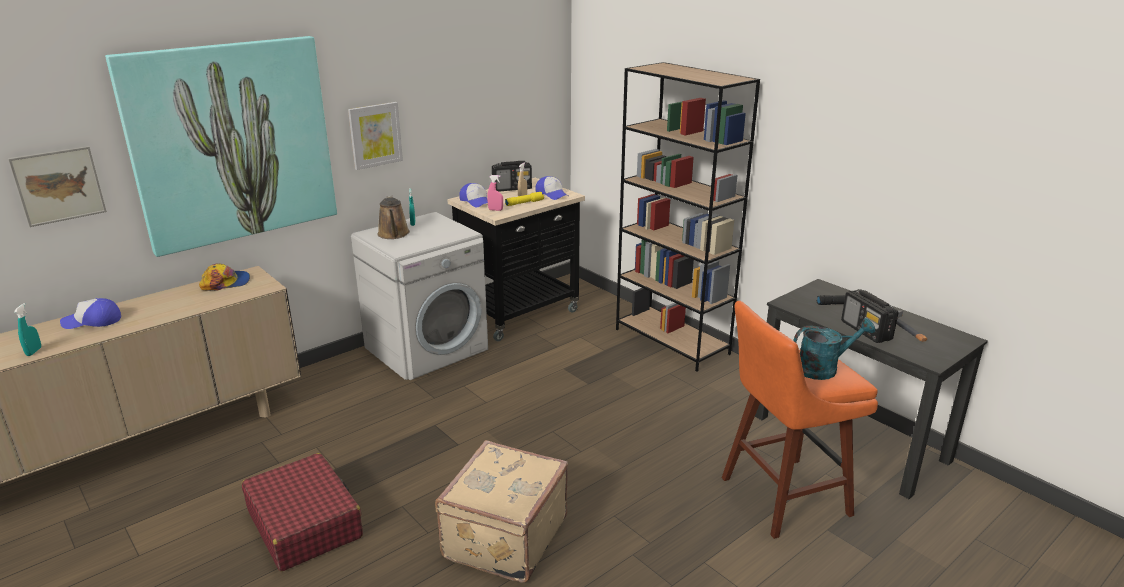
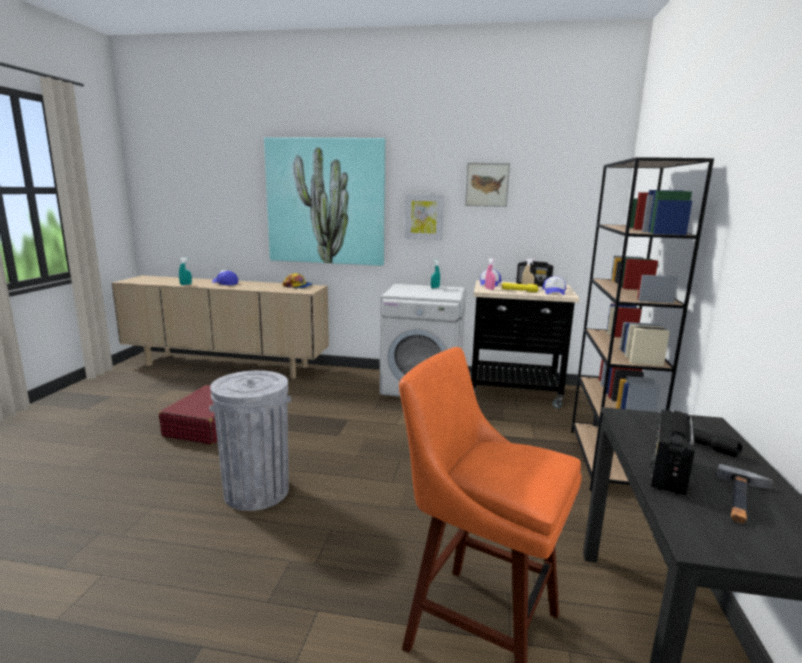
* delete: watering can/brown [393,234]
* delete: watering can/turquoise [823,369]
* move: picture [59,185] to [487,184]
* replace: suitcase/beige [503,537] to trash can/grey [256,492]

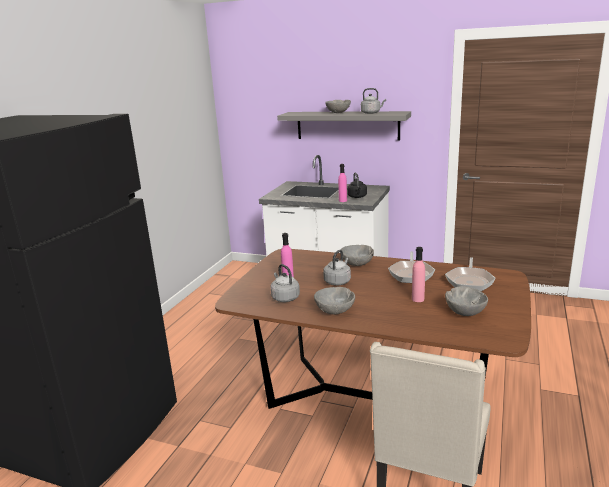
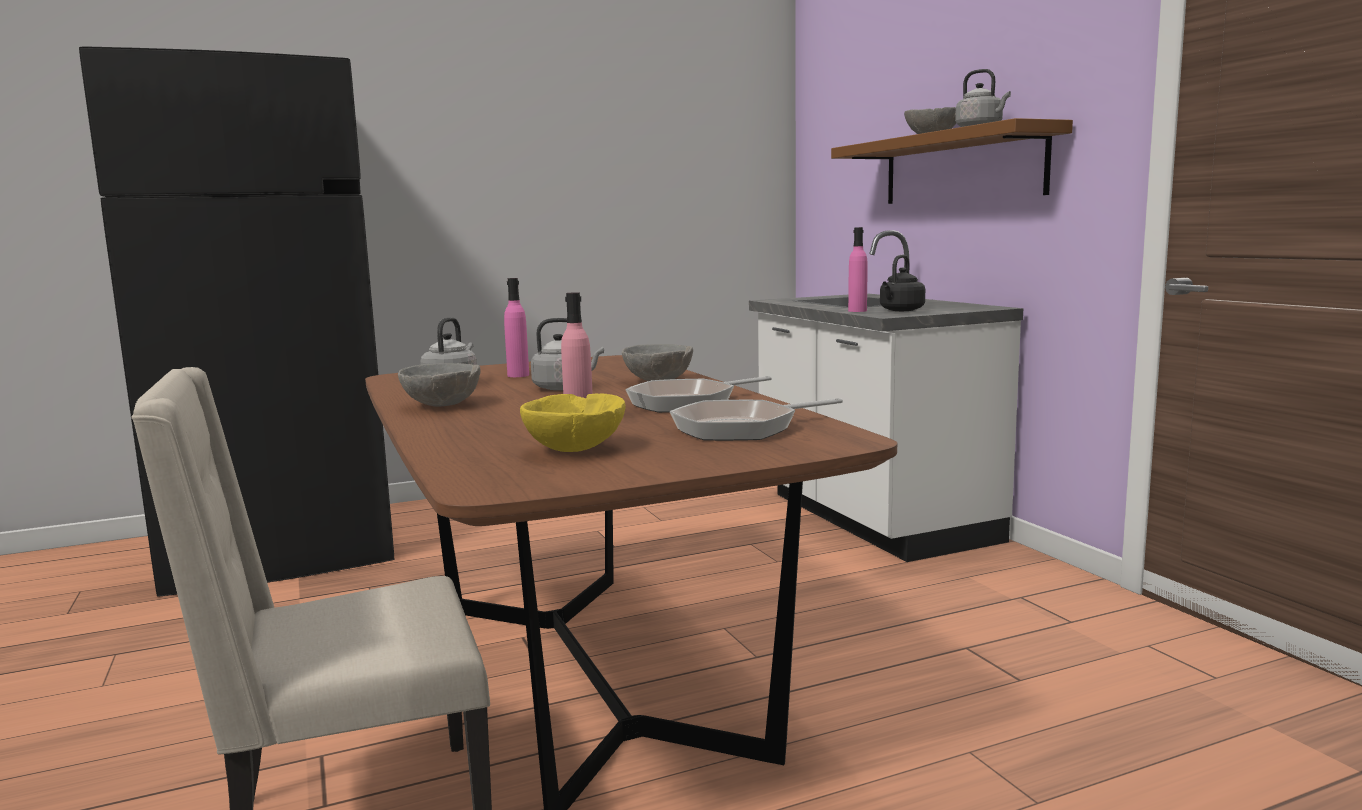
* recolor: shelf/grey [347,125] to shelf/brown [961,168]
* recolor: bowl/grey [464,312] to bowl/yellow [575,449]

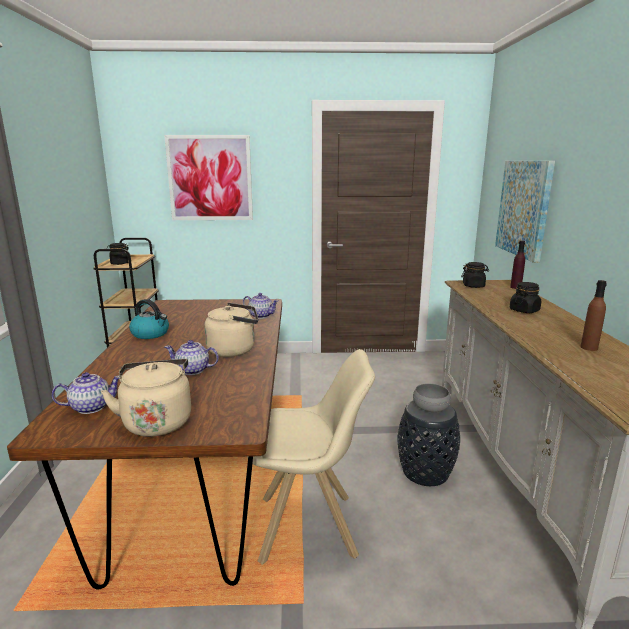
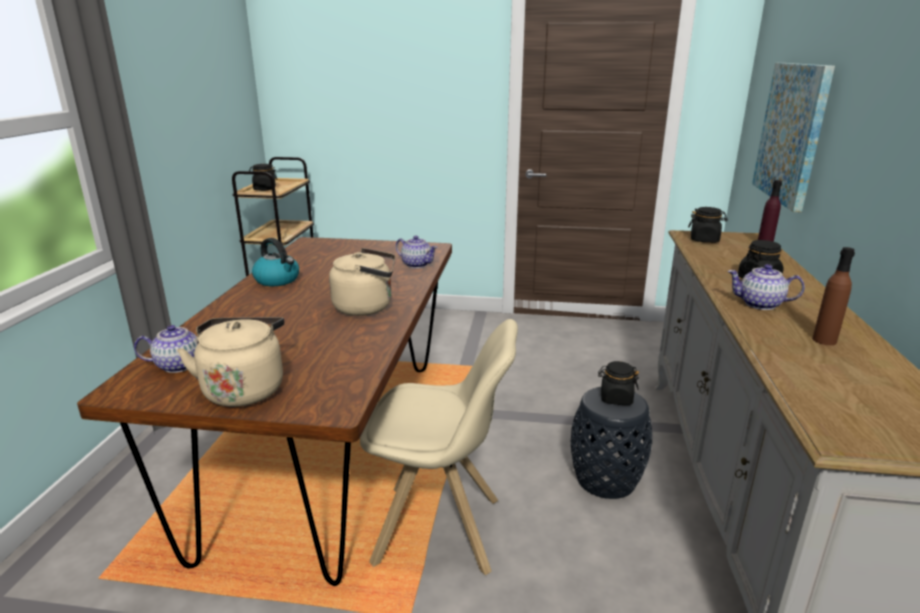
* delete: picture [210,178]
* move: teapot [193,370] to [760,304]
* replace: bowl/grey [430,407] to jar/black [616,398]

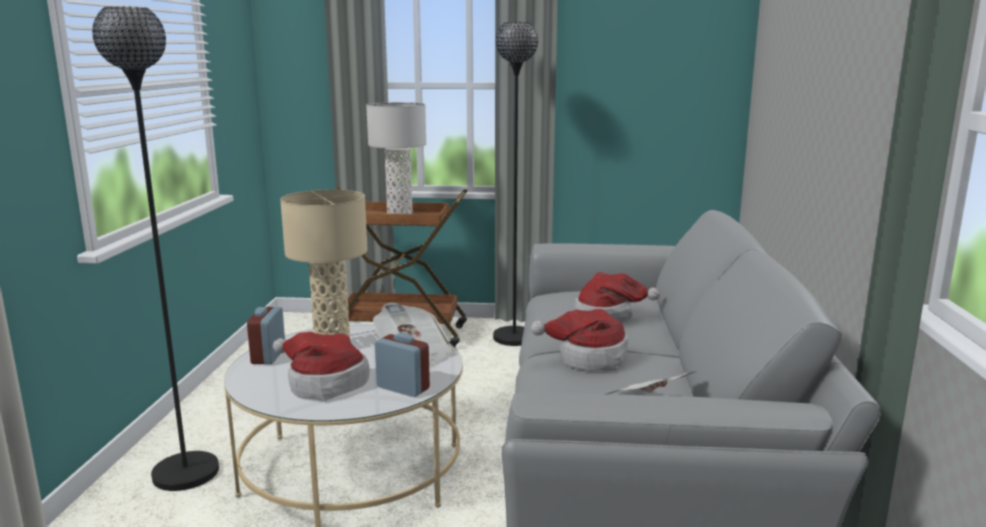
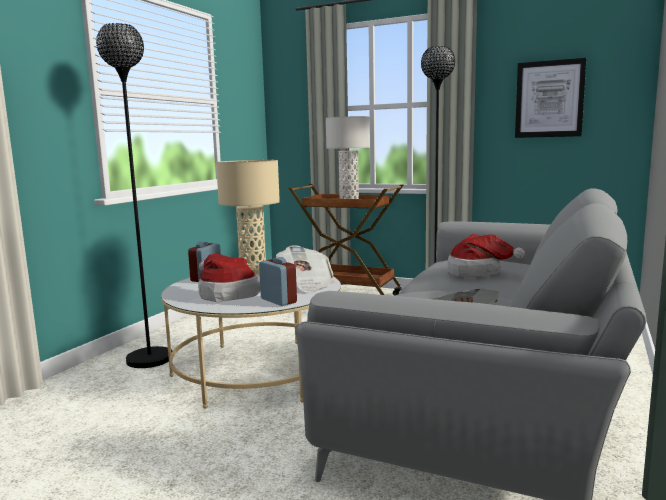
* delete: hat [588,358]
* insert: picture [549,99]

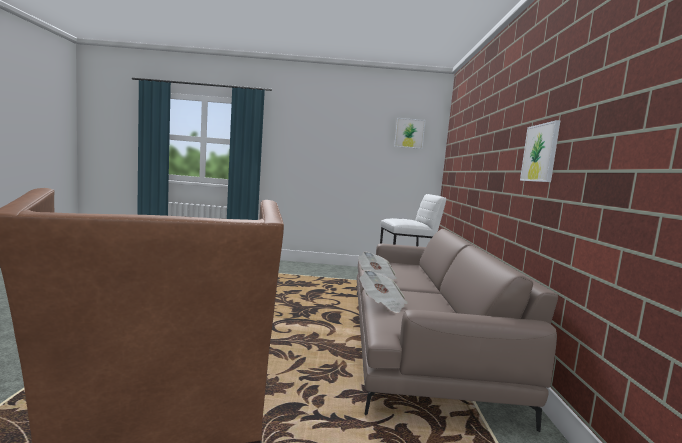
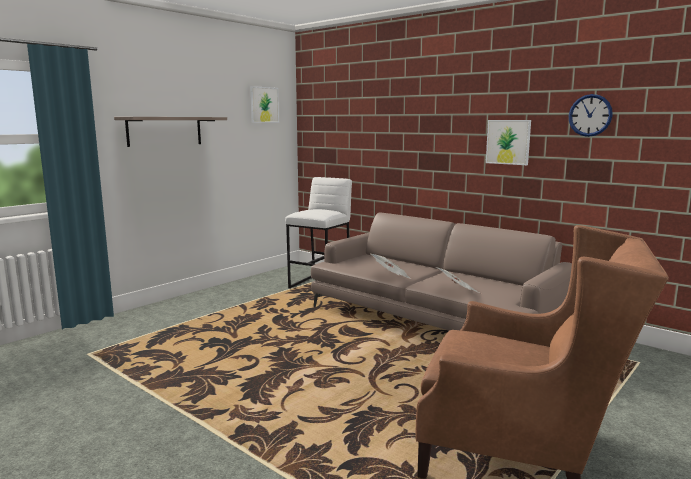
* insert: shelf [164,131]
* insert: wall clock [590,115]

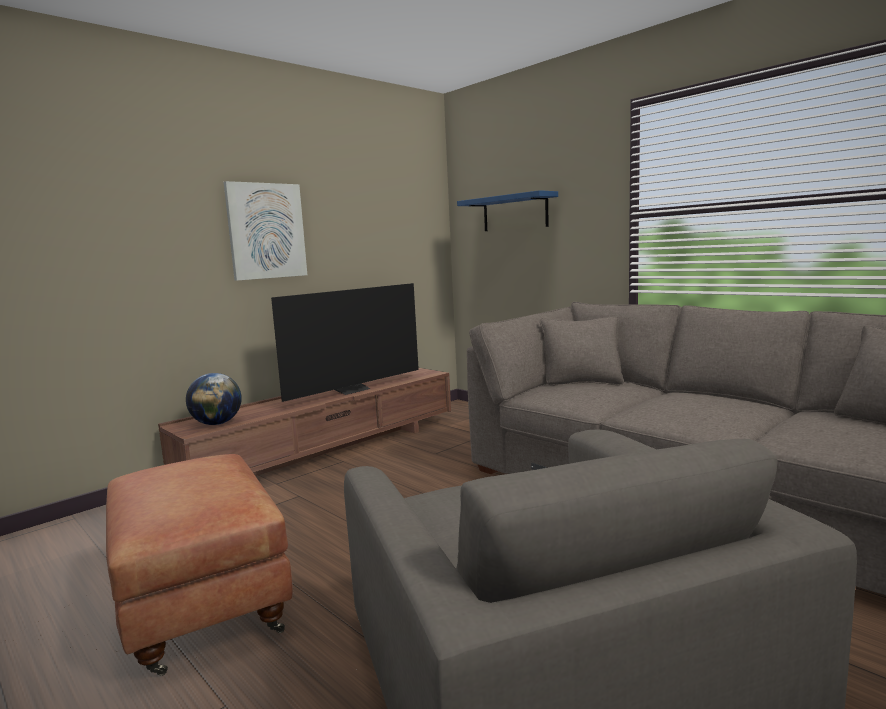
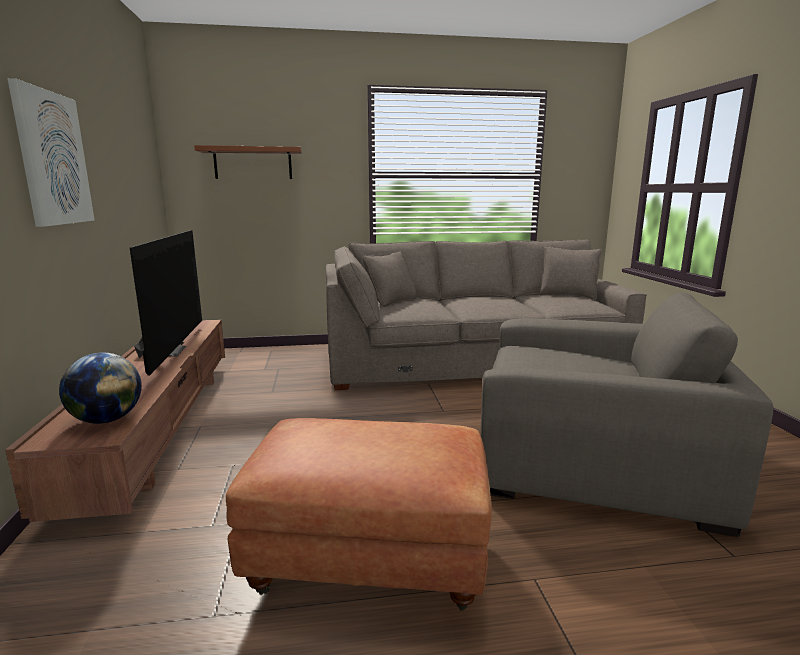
* recolor: shelf/blue [515,213] to shelf/brown [253,163]

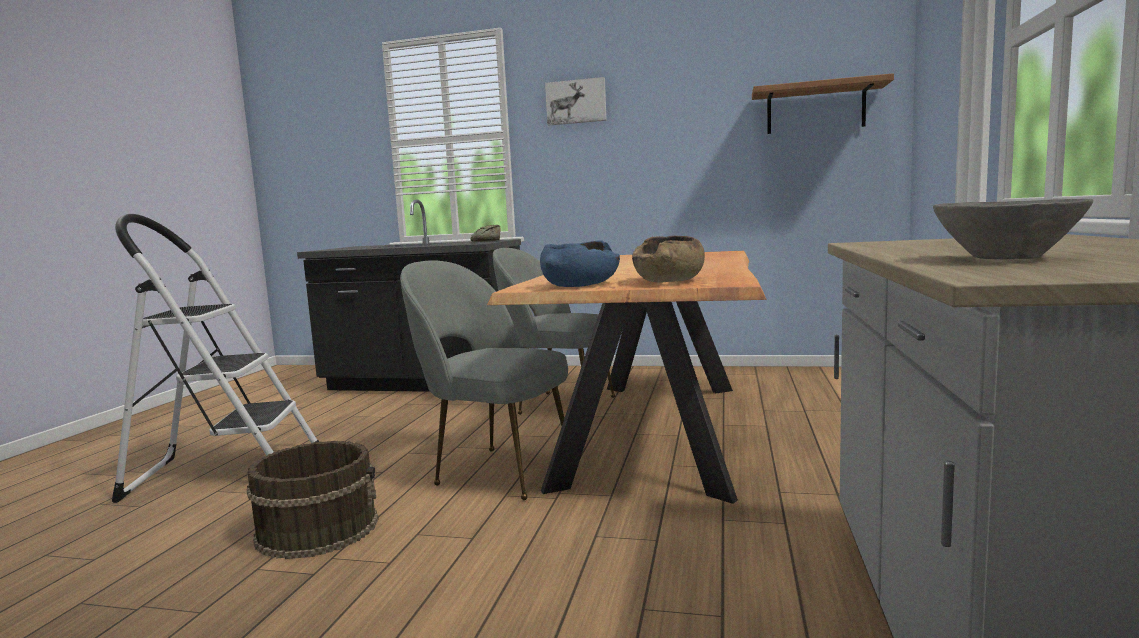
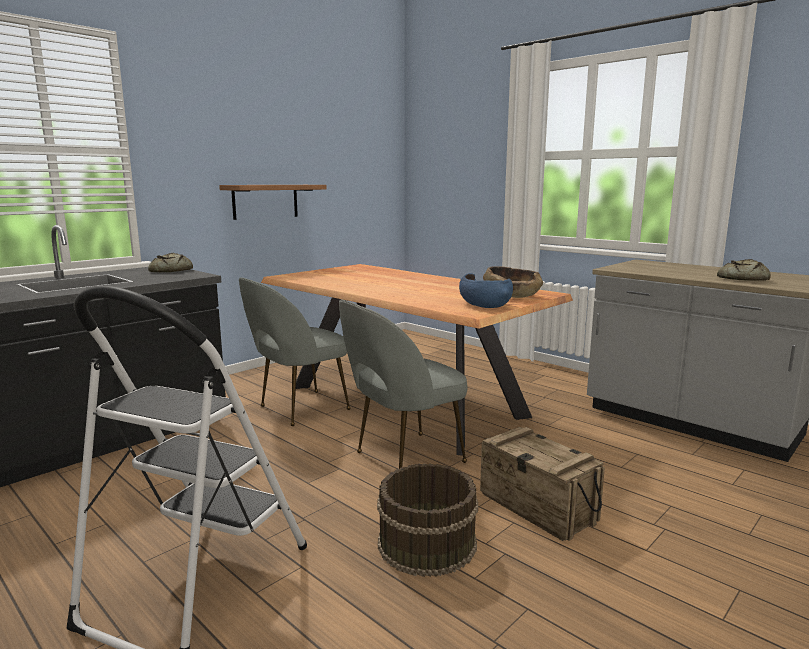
* delete: picture [576,102]
* insert: crate [537,507]
* move: shelf [815,109] to [265,201]
* replace: bowl/grey [1006,258] to bread [741,279]

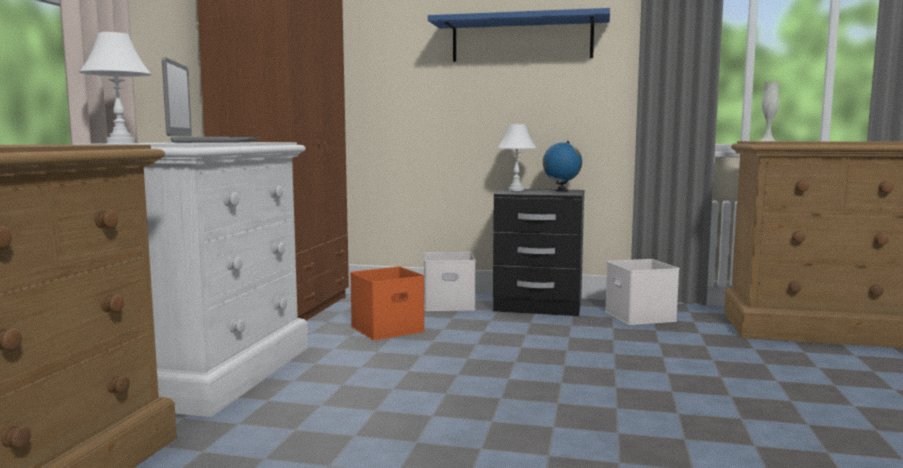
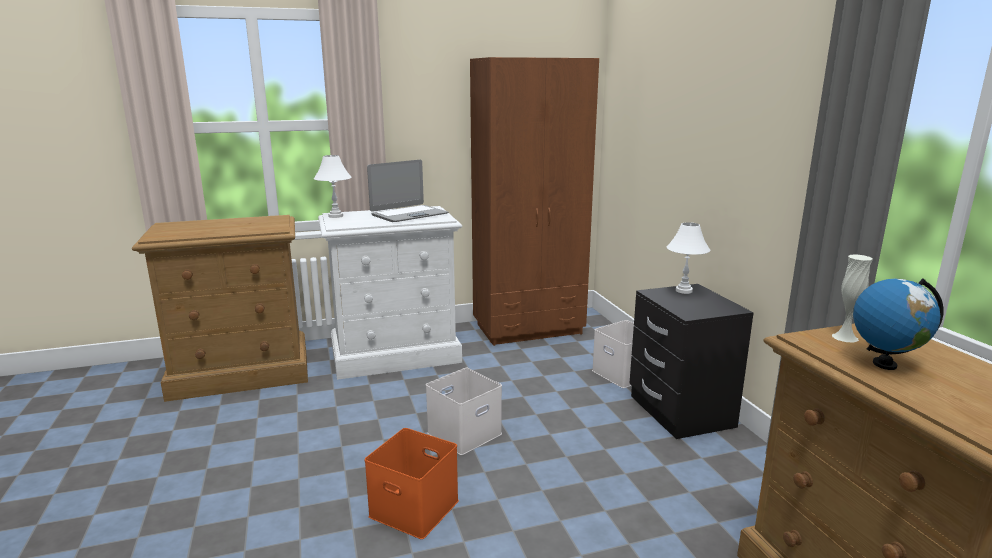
* delete: shelf/blue [521,40]
* move: storage box/orange [388,328] to [416,508]
* move: globe [561,191] to [884,364]
* move: storage box/white [641,316] to [464,434]

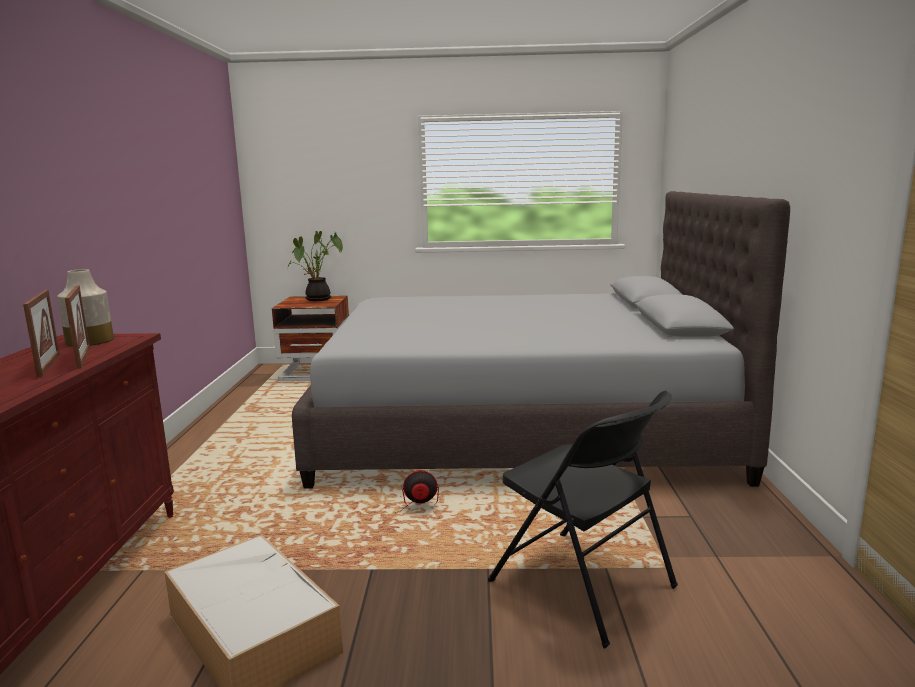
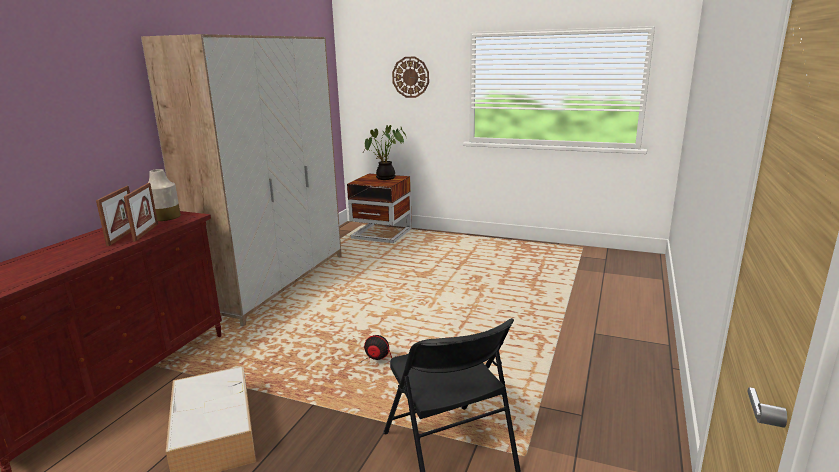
* delete: bed/grey [519,428]
* insert: wardrobe/white [275,283]
* insert: wall clock [410,77]

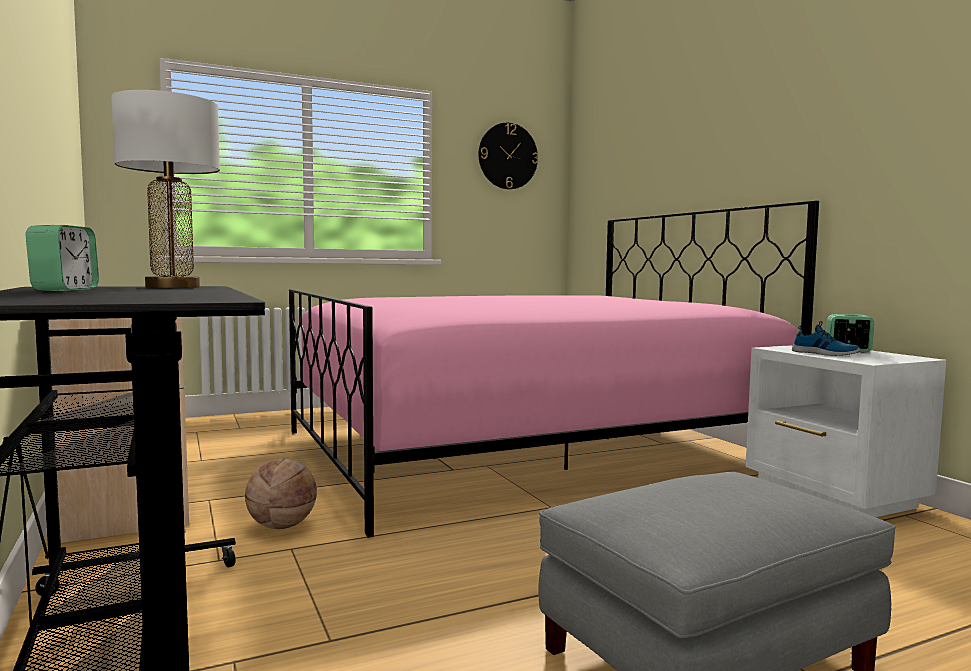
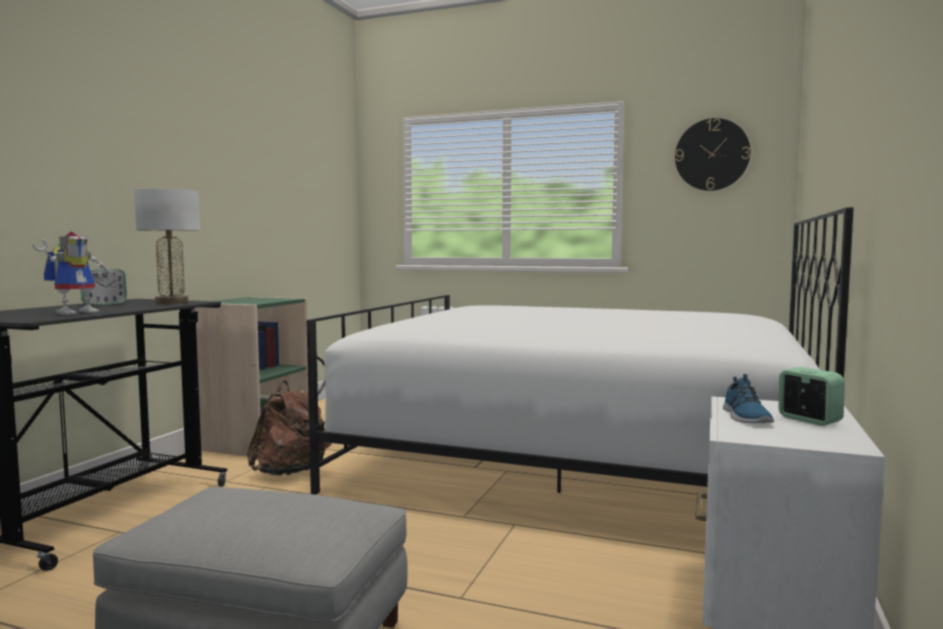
* insert: toy robot [77,312]
* replace: basketball [281,526] to backpack/brown [291,473]
* recolor: bed/pink [527,448] to bed/white [578,466]

